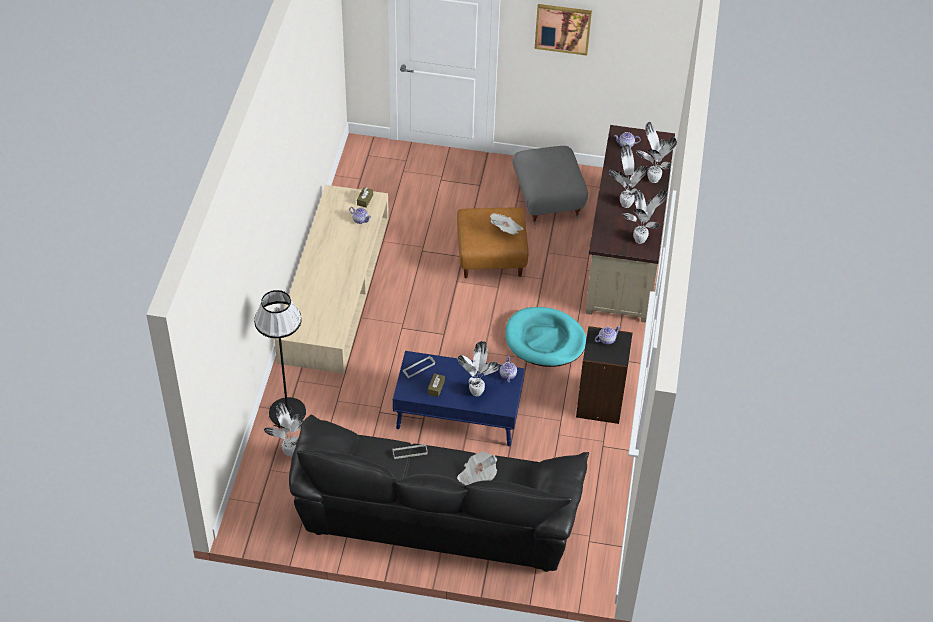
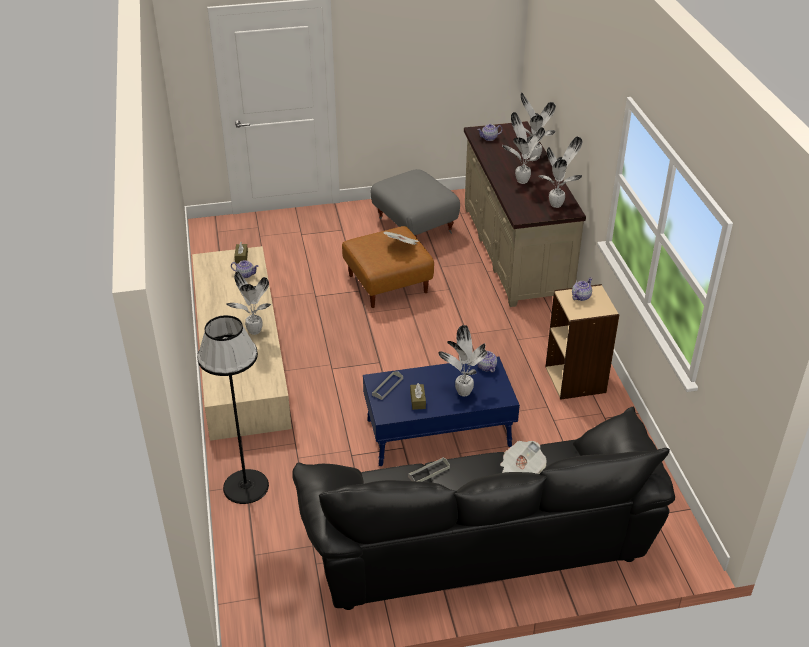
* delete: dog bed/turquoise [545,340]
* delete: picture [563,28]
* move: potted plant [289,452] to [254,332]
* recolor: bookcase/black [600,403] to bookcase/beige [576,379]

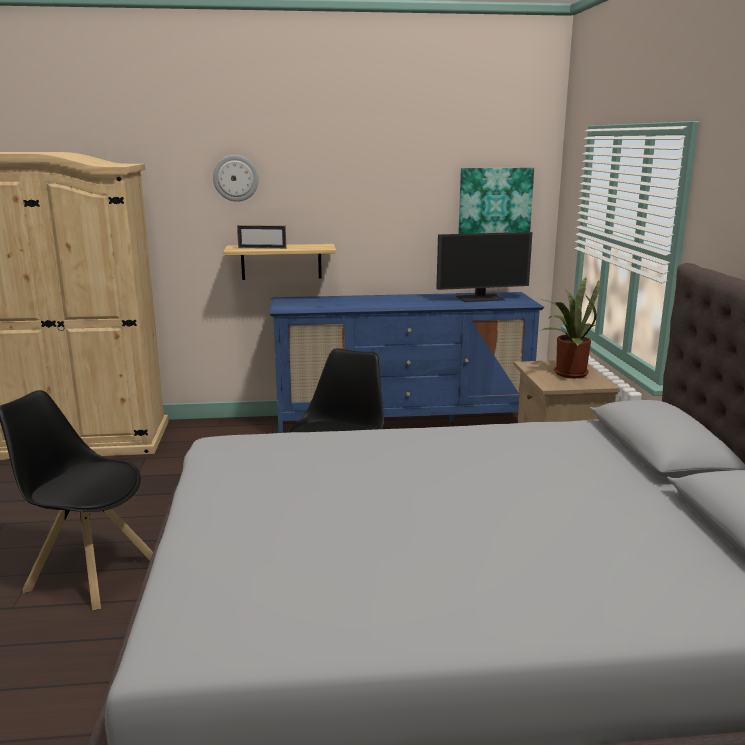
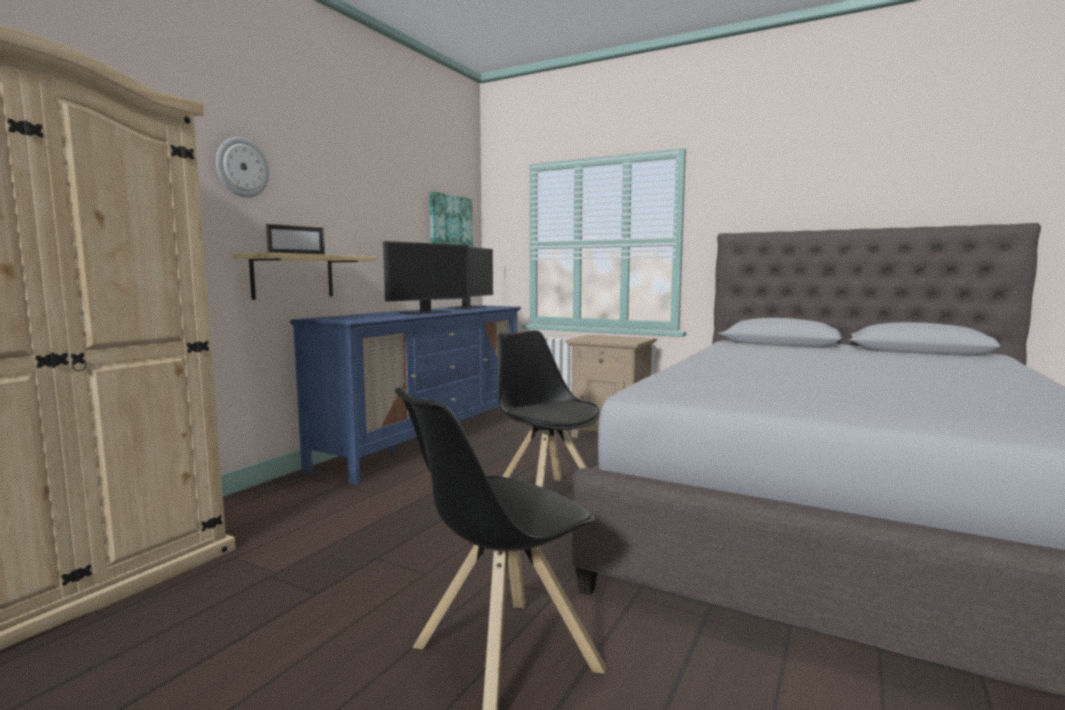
* delete: potted plant [567,373]
* insert: monitor [426,312]

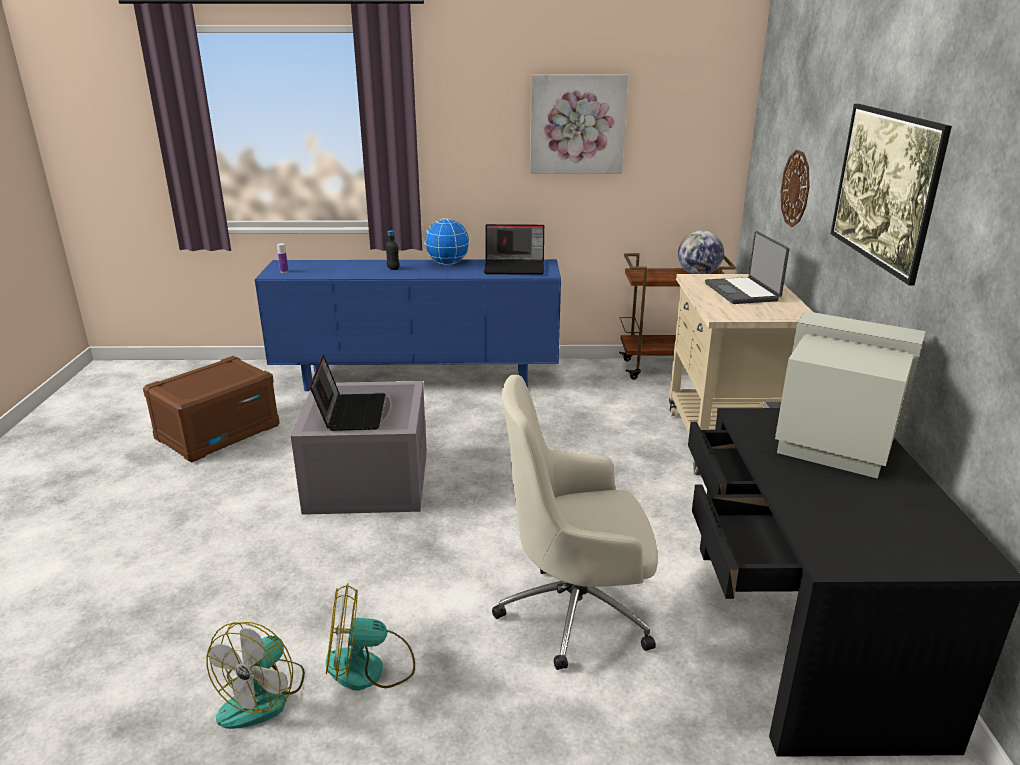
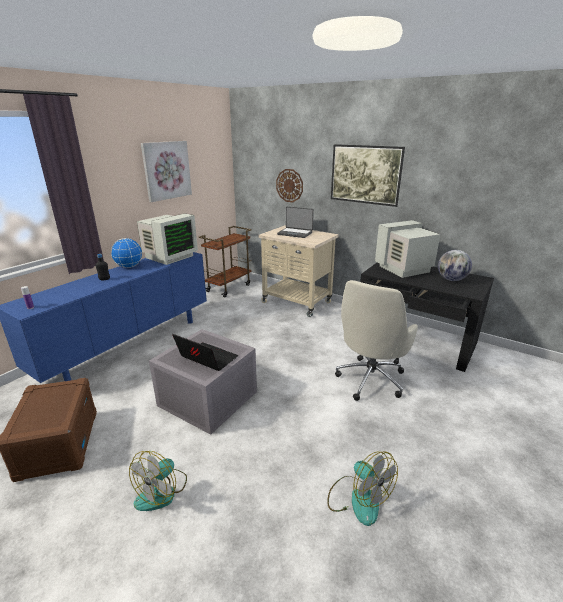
* move: fan [369,668] to [162,491]
* move: globe [698,274] to [451,280]
* replace: laptop [515,267] to monitor [169,257]

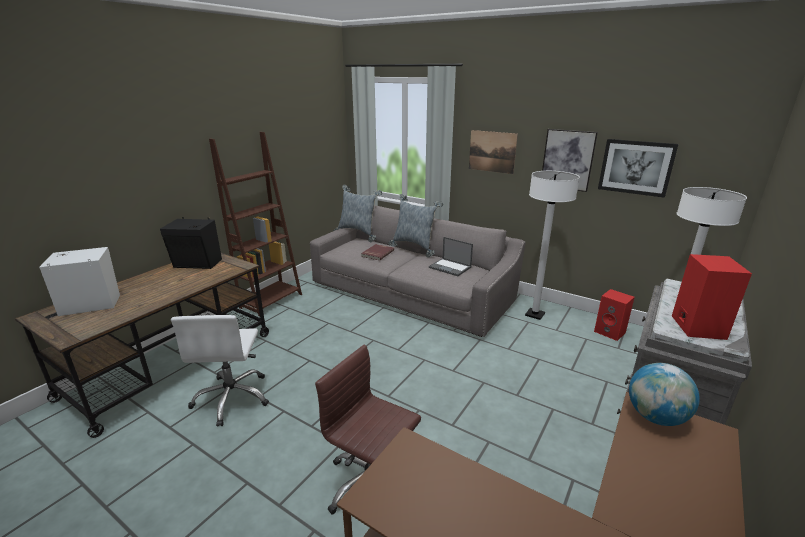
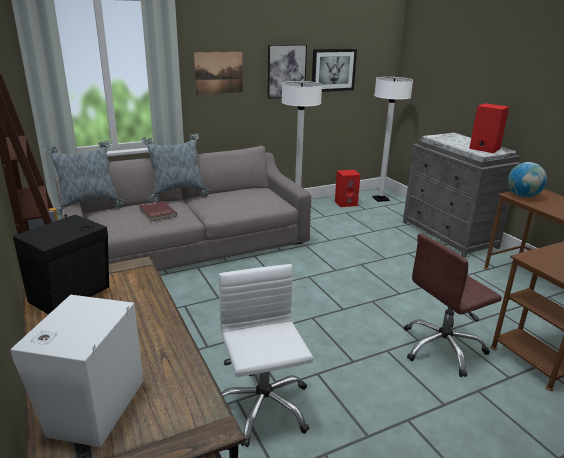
* delete: laptop [450,267]
* rotate: office chair/white [232,398] = [263,407] 135 degrees counterclockwise

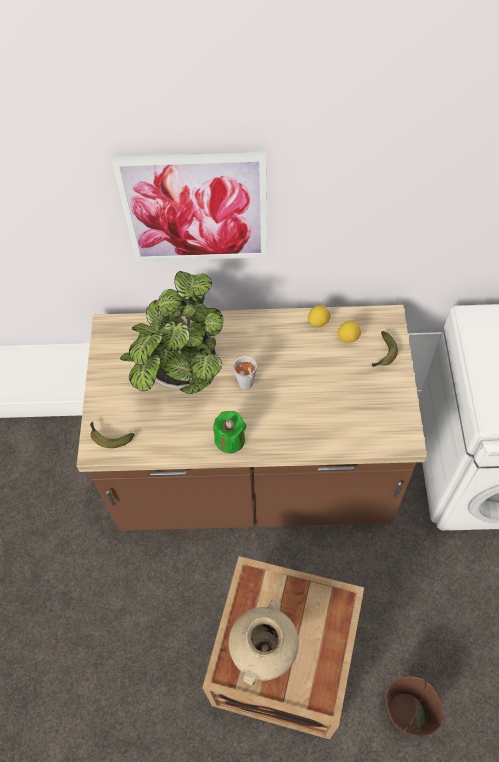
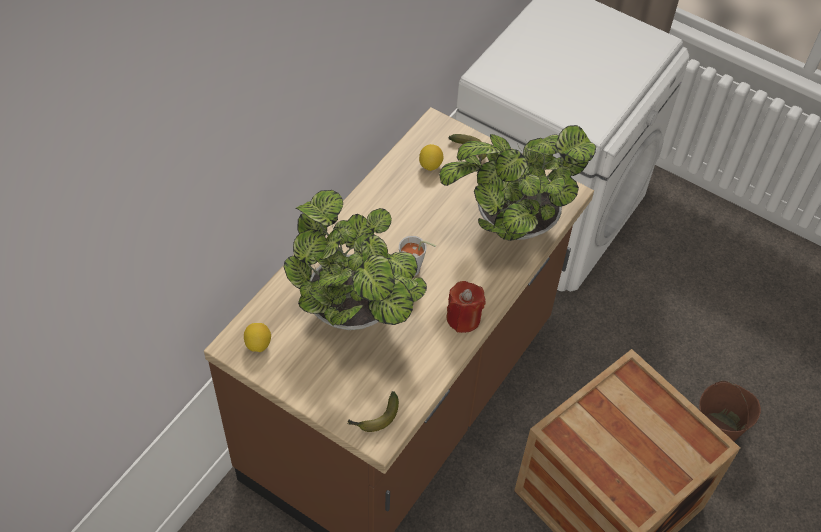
* delete: picture [195,208]
* delete: vase/beige [264,655]
* insert: potted plant [510,225]
* move: lemon [318,322] to [258,344]
* recolor: candle/green [230,440] to candle/red [463,318]

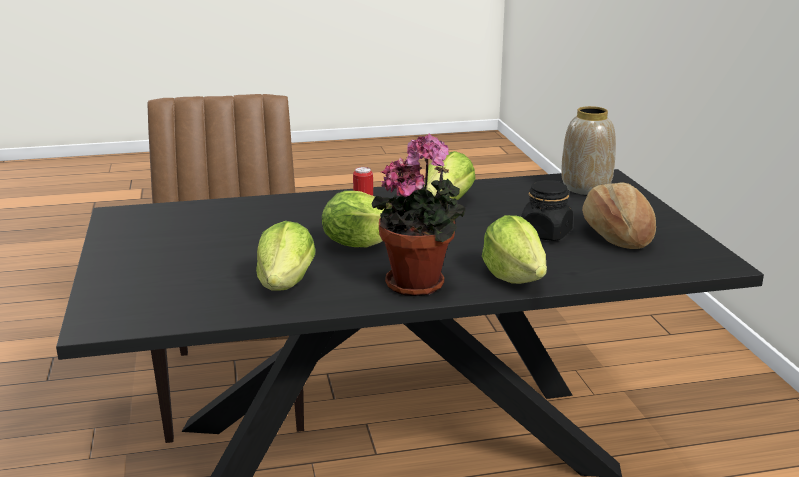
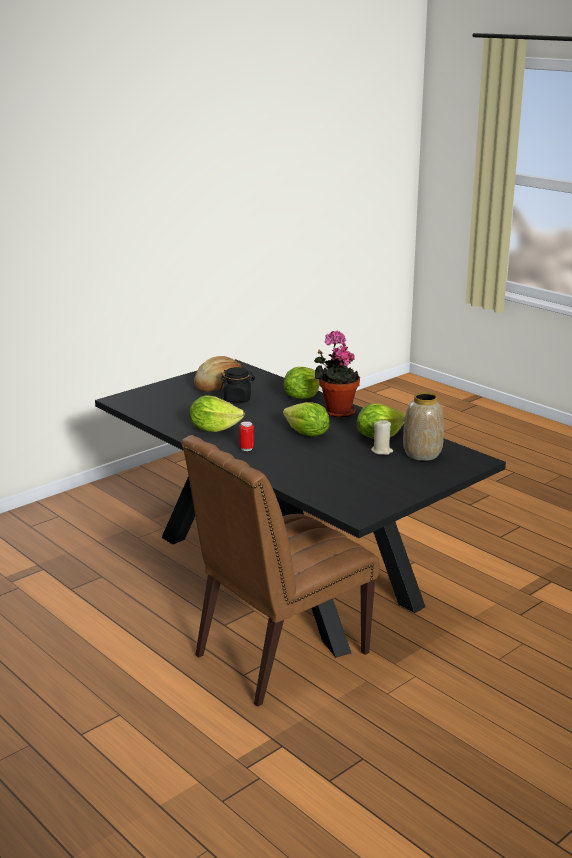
* insert: candle/beige [381,451]
* move: vase [585,188] to [422,454]

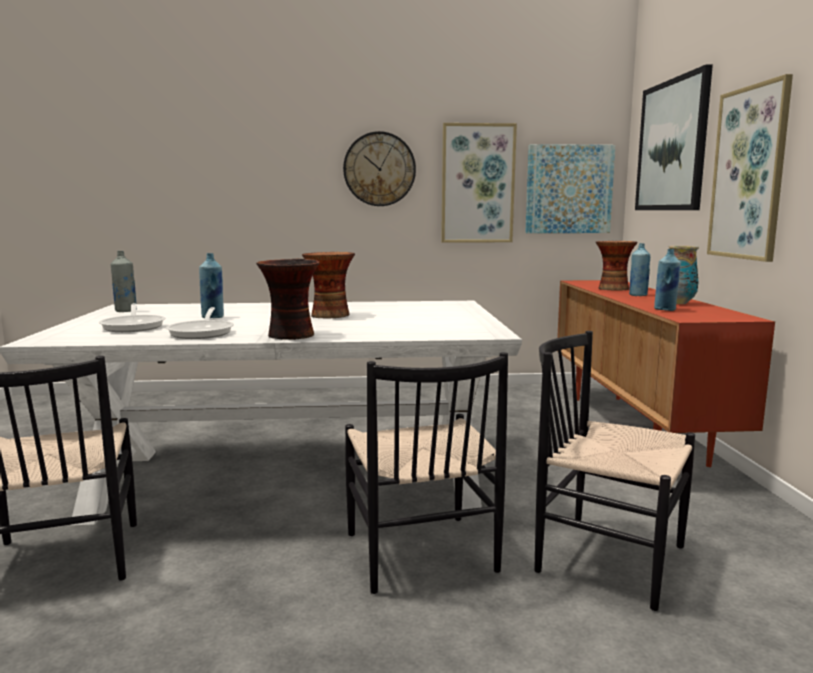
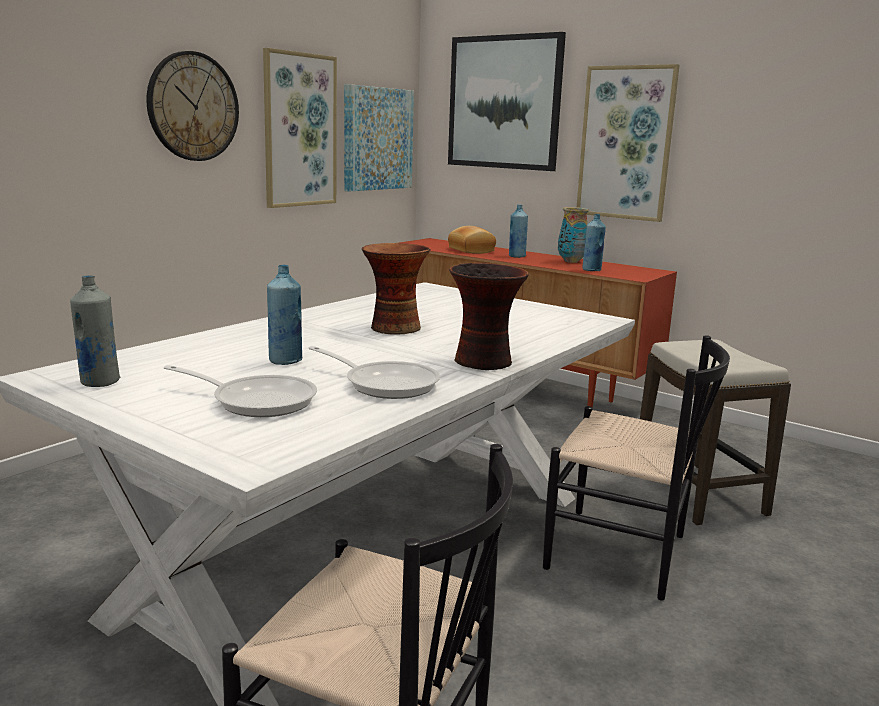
* replace: chair/black [603,557] to stool [697,493]
* replace: vase [613,288] to bread [470,250]

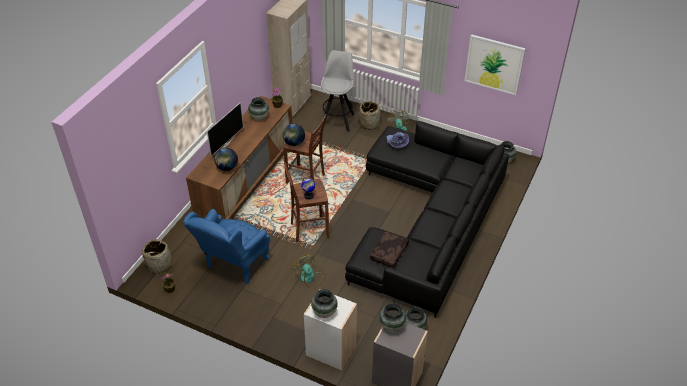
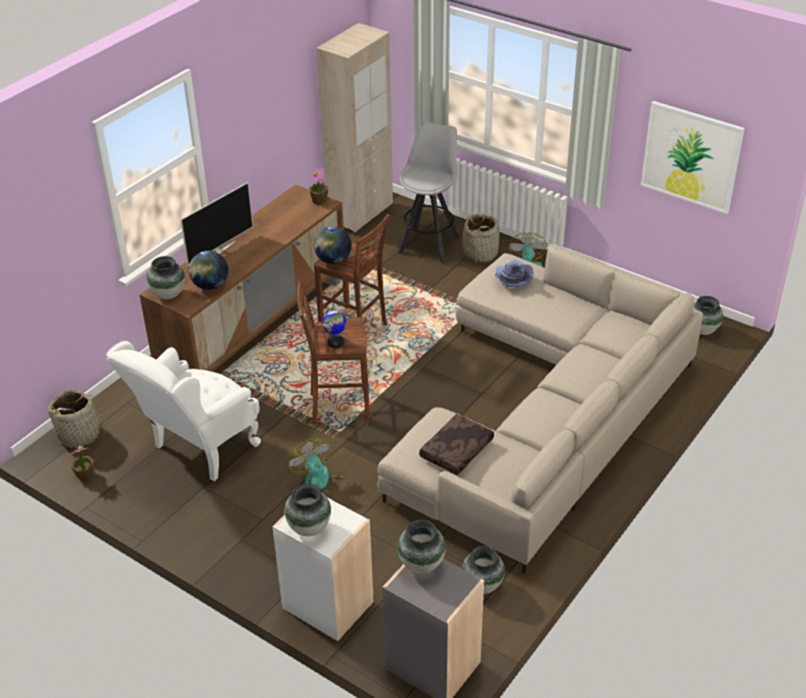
* move: vase [259,118] to [169,294]
* recolor: armchair/blue [234,267] to armchair/white [198,452]
* recolor: sofa/black [428,222] to sofa/beige [546,416]

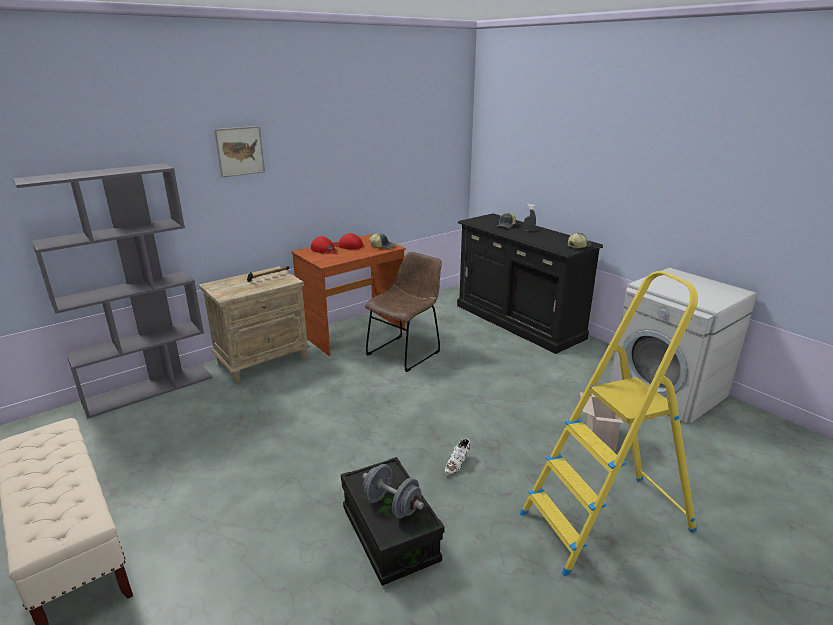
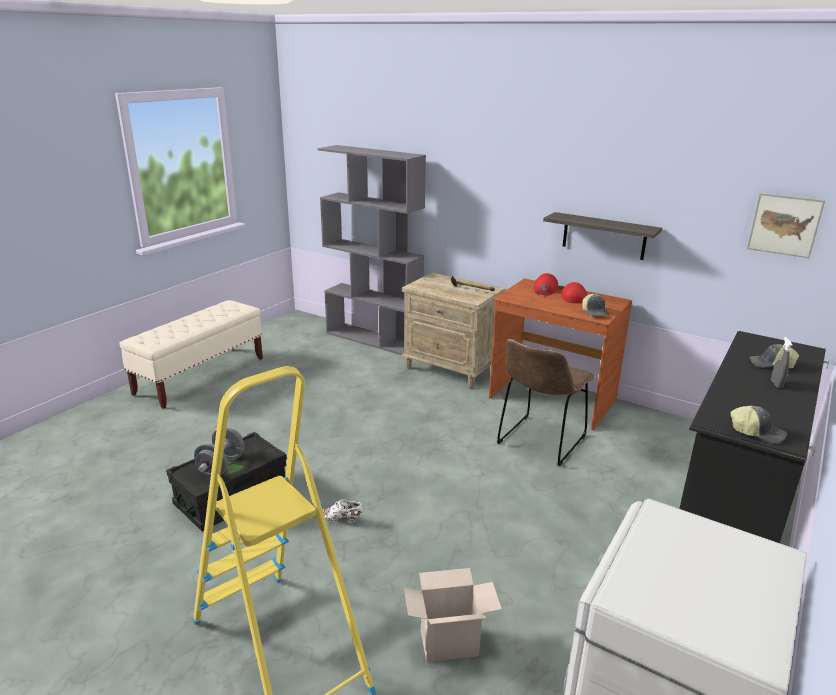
* insert: shelf [604,236]
* move: picture [240,151] to [784,225]
* rotate: chair/brown [406,352] = [539,442] 105 degrees clockwise

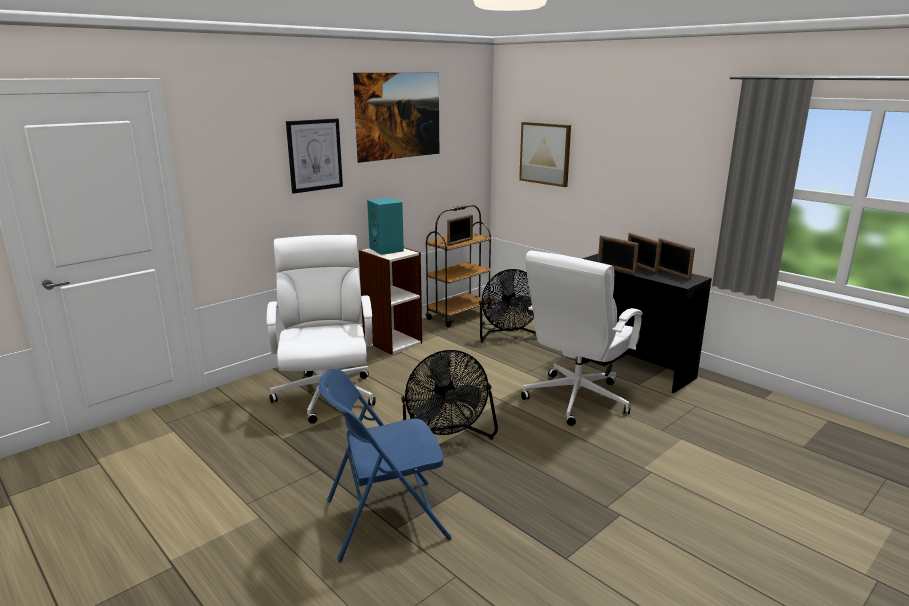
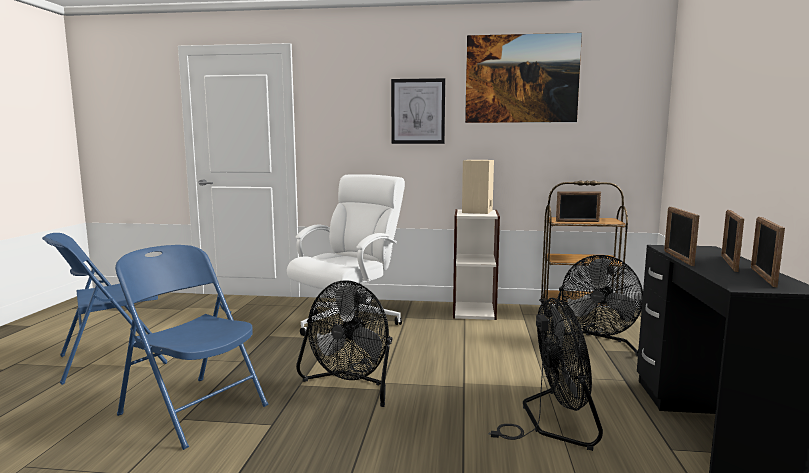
* delete: picture [545,153]
* insert: chair/blue [113,359]
* replace: office chair/white [577,398] to fan/black [548,421]
* recolor: speaker/turquoise [387,250] to speaker/beige [478,211]

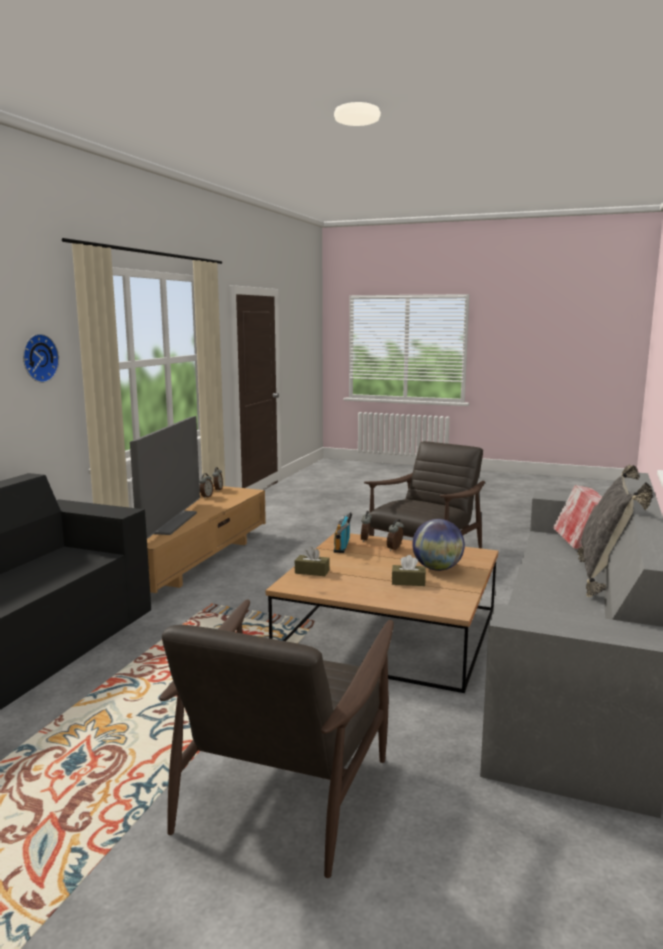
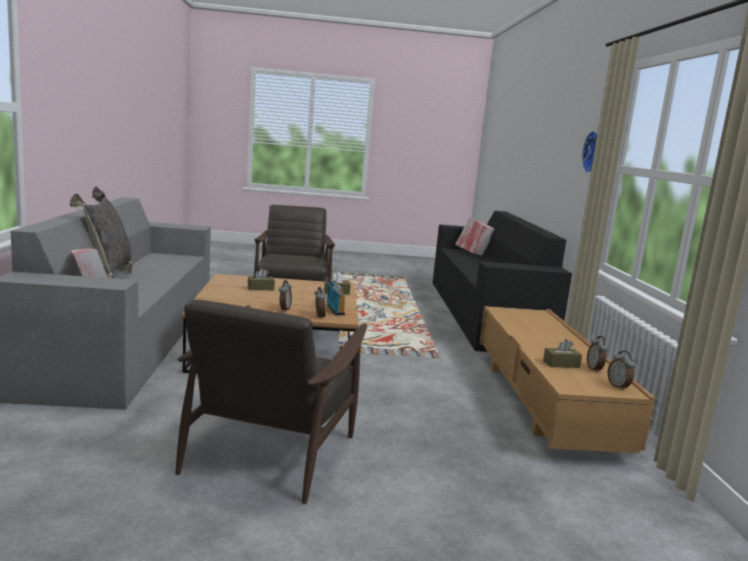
* delete: television [167,522]
* delete: globe [437,568]
* insert: tissue box/brown [561,364]

